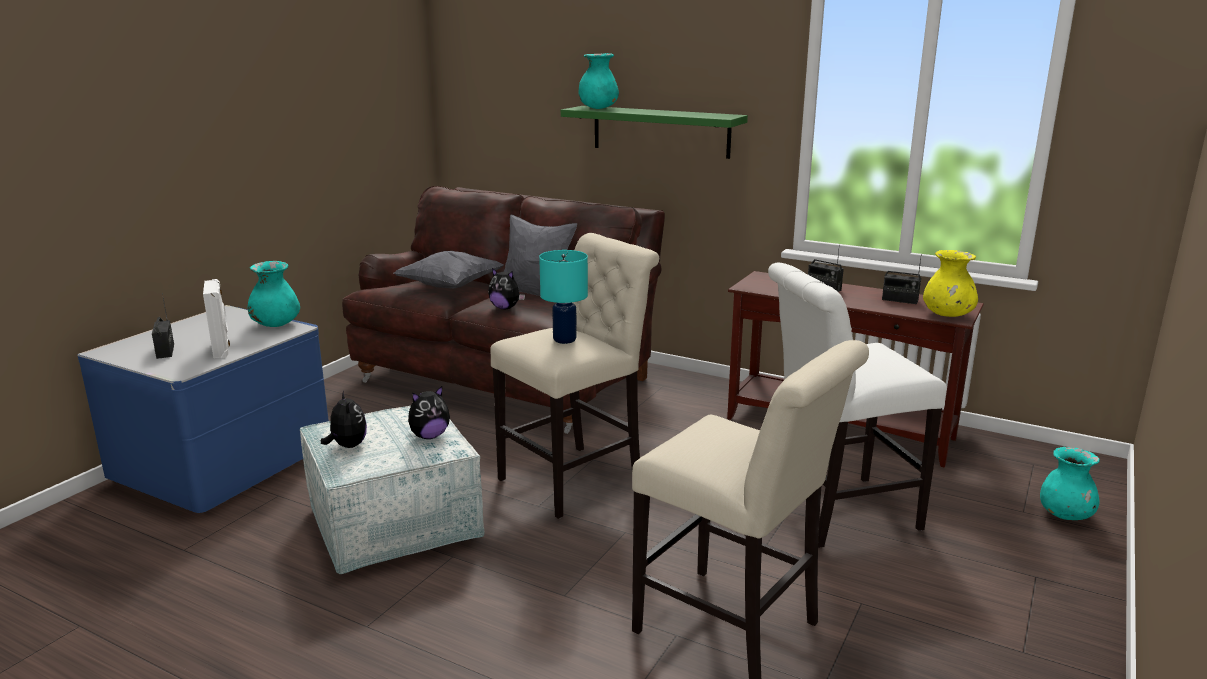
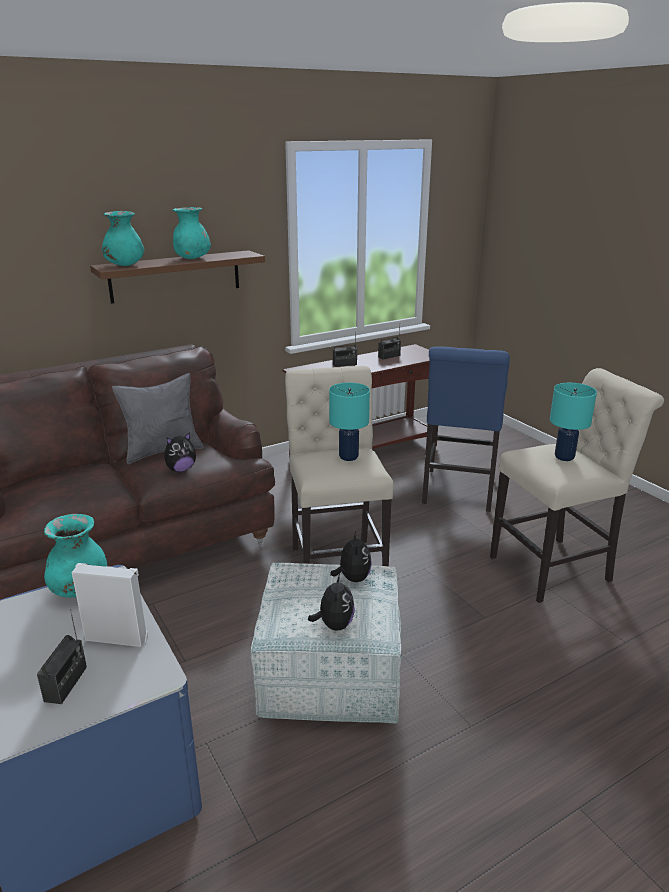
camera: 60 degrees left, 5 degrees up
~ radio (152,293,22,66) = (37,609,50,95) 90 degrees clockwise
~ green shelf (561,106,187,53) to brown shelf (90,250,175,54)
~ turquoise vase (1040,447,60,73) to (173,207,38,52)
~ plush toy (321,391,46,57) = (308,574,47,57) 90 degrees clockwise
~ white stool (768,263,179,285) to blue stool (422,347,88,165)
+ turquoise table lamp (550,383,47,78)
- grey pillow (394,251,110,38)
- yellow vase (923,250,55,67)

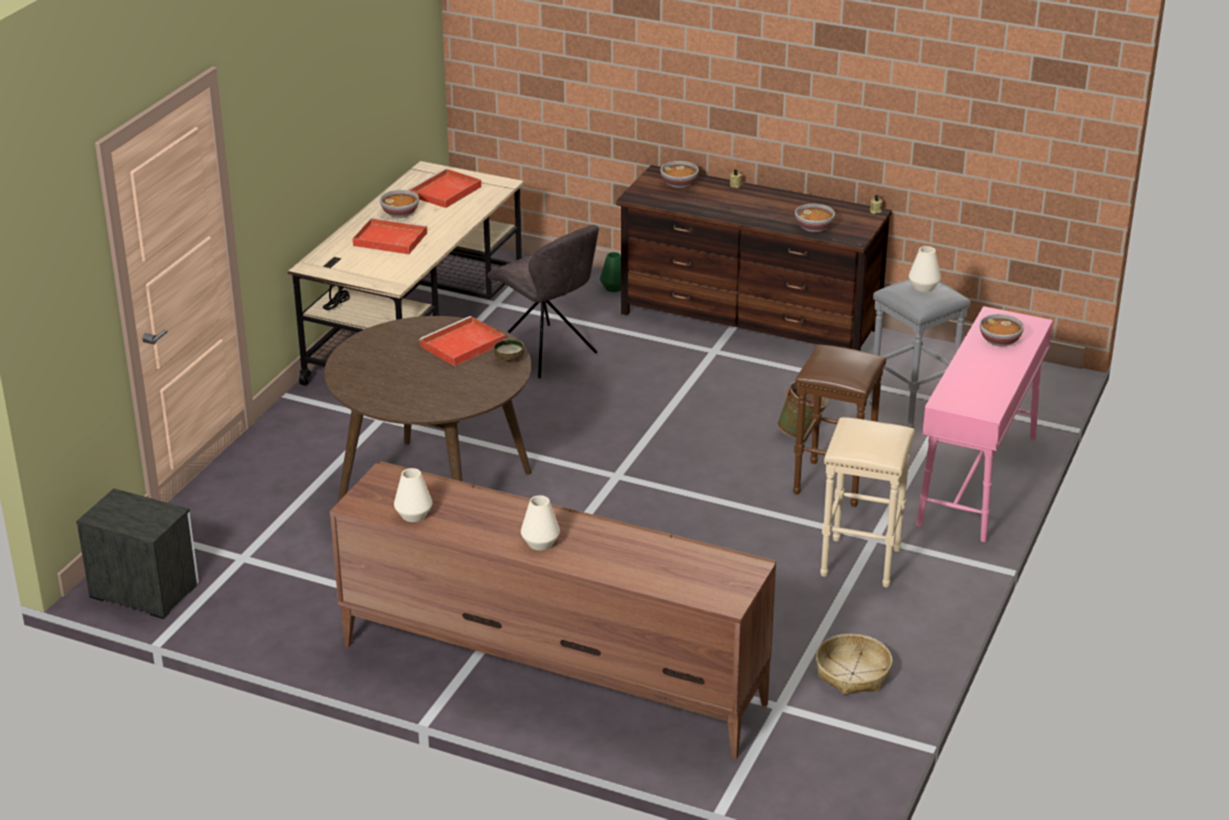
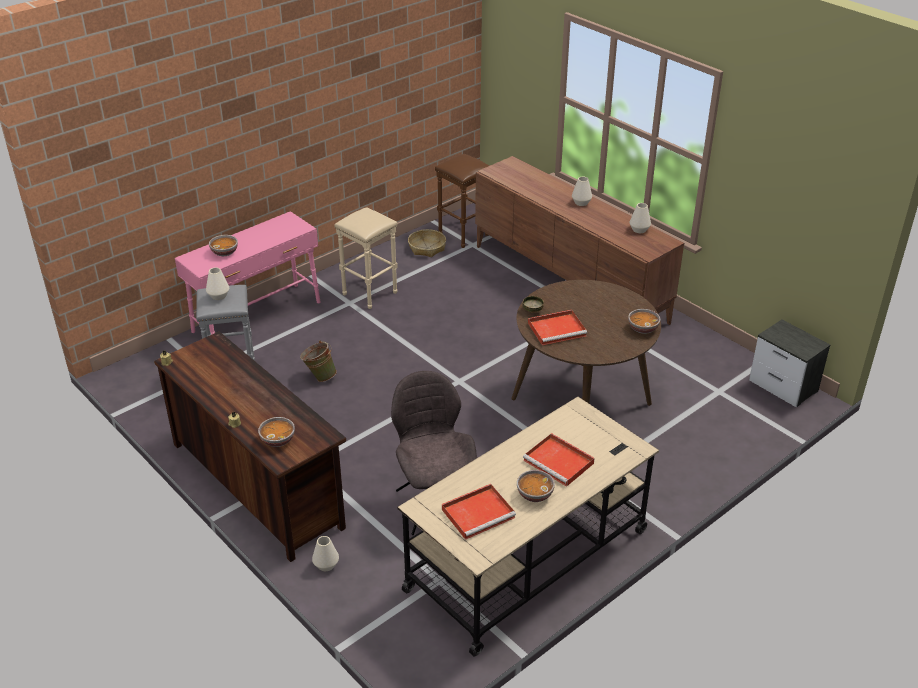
camera: 155 degrees left, 5 degrees up
~ green vase (600,252,21,40) to white vase (312,536,27,35)
~ brown stool (793,344,93,163) to (435,154,54,94)
~ bowl (795,204,40,28) to (628,309,32,25)

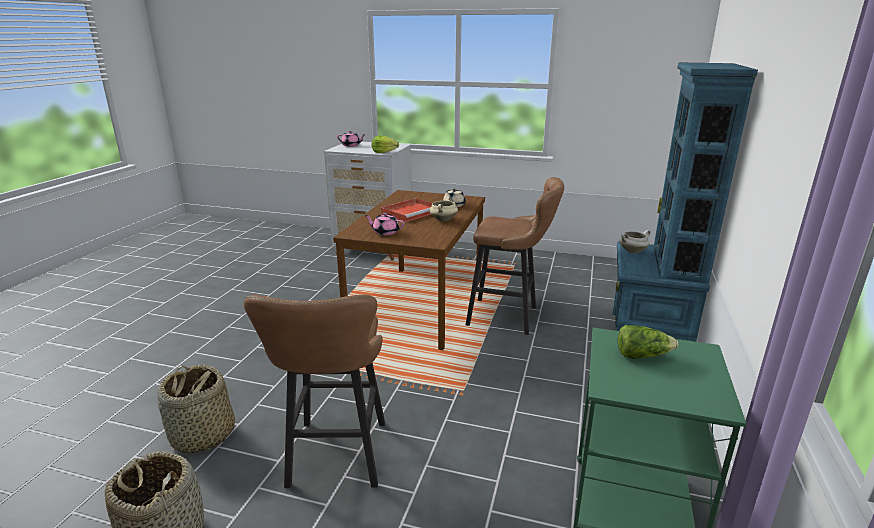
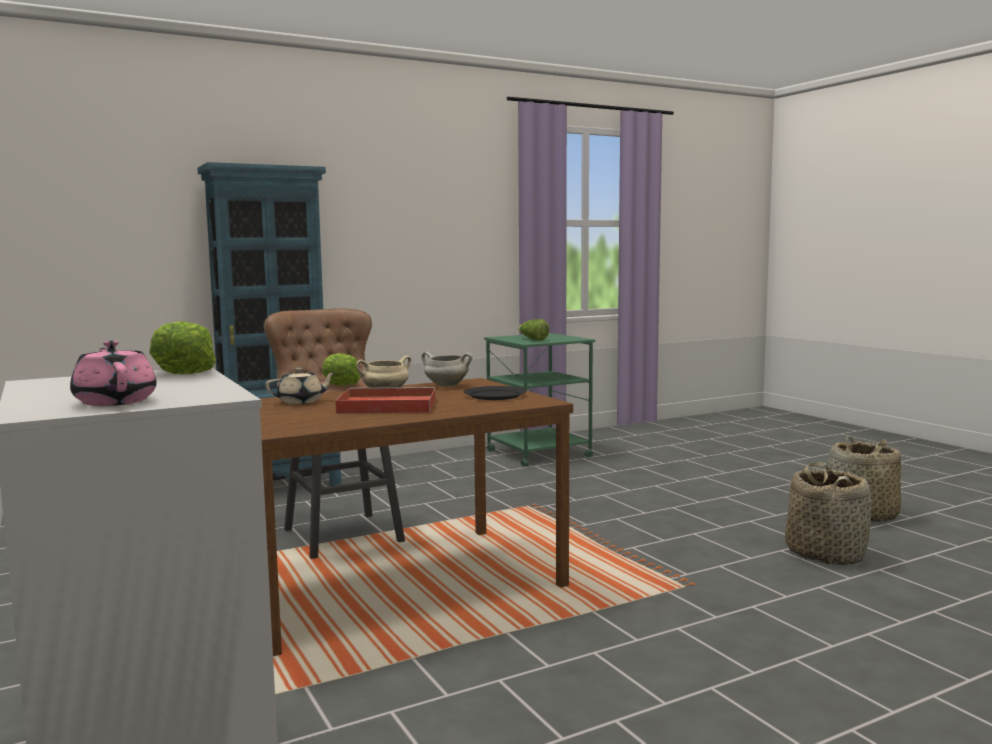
camera: 135 degrees left, 15 degrees down
+ lettuce (322,353,38,33)
~ white cooking pot (619,230,31,23) to (422,352,50,35)
~ pink teapot (365,213,39,22) to black plate (464,386,63,14)
- brown stool (244,294,141,194)

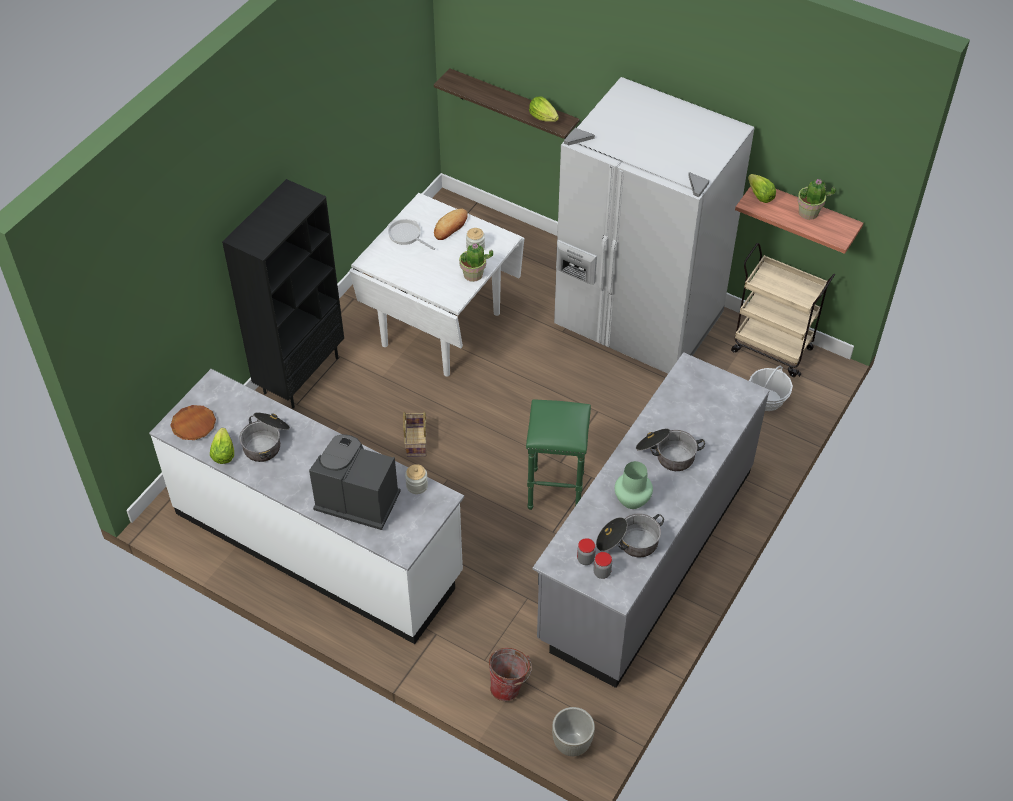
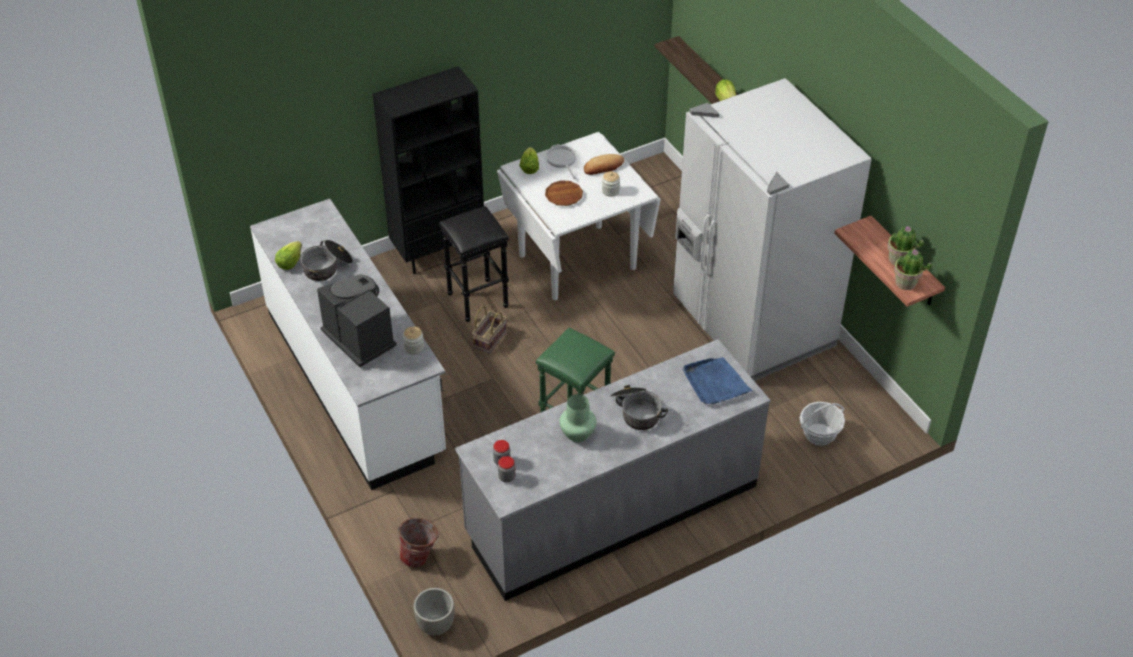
camera: 30 degrees right, 5 degrees down
+ black stool (439,206,70,116)
~ lettuce (748,174,28,29) to (519,147,20,27)
~ brown plate (170,405,46,35) to (545,180,38,26)
+ blue tray (683,357,70,47)
~ potted plant (459,243,34,39) to (894,249,38,41)
- cooking pot (596,513,68,44)
- beige cart (731,243,104,134)

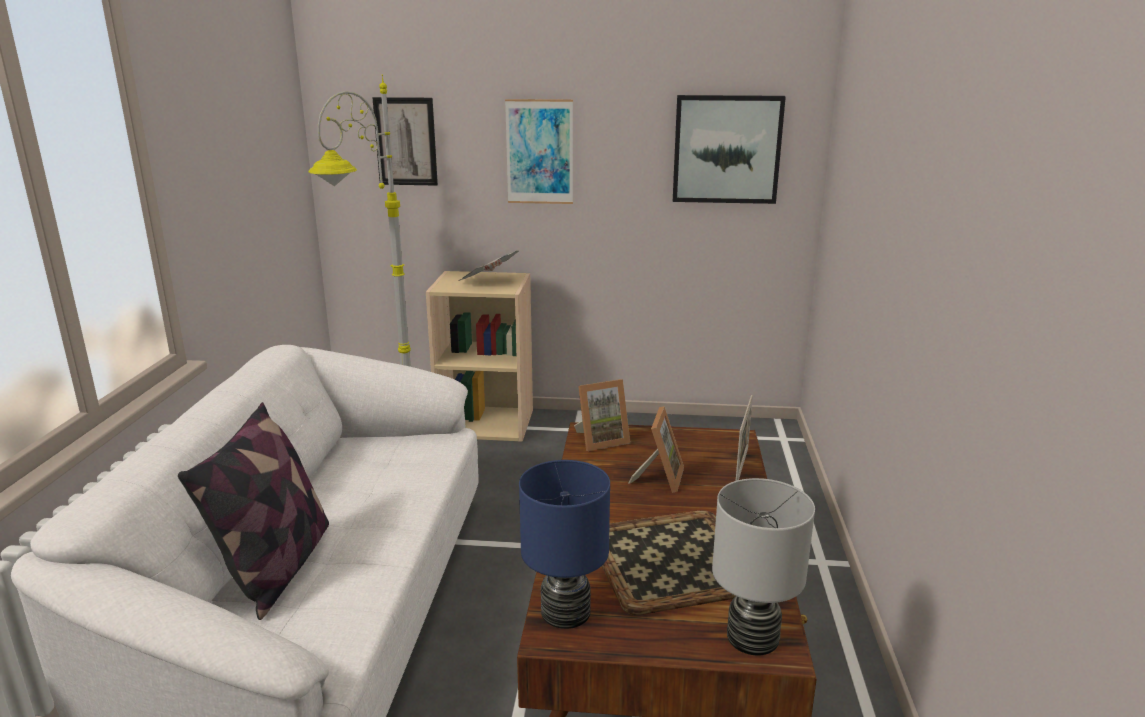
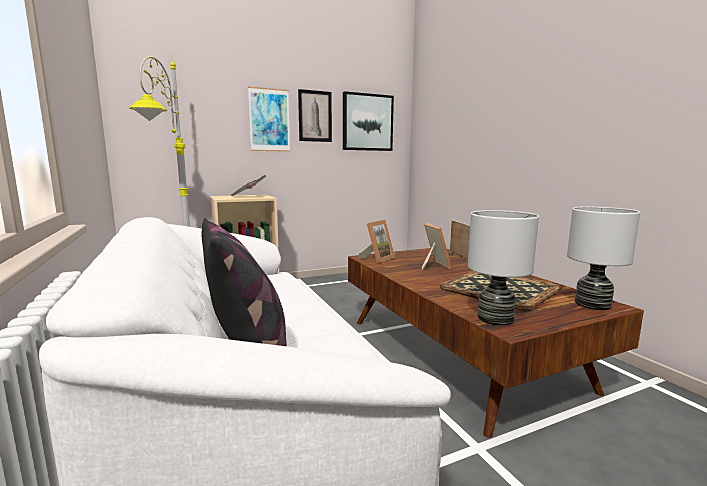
camera: 30 degrees left, 10 degrees down
~ picture (372,97,66,89) to (298,89,34,53)
~ blue table lamp (519,460,91,169) to grey table lamp (468,210,71,115)

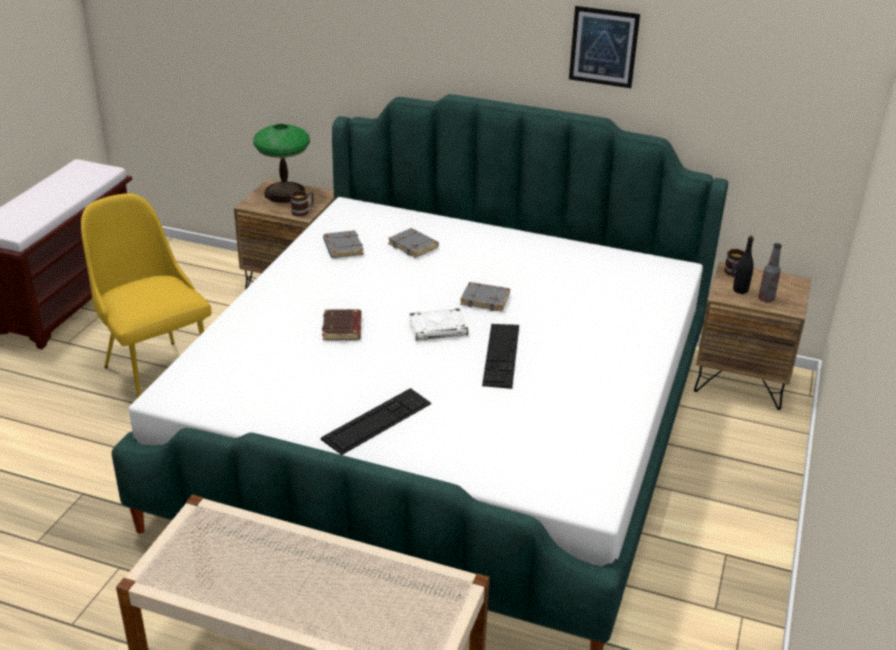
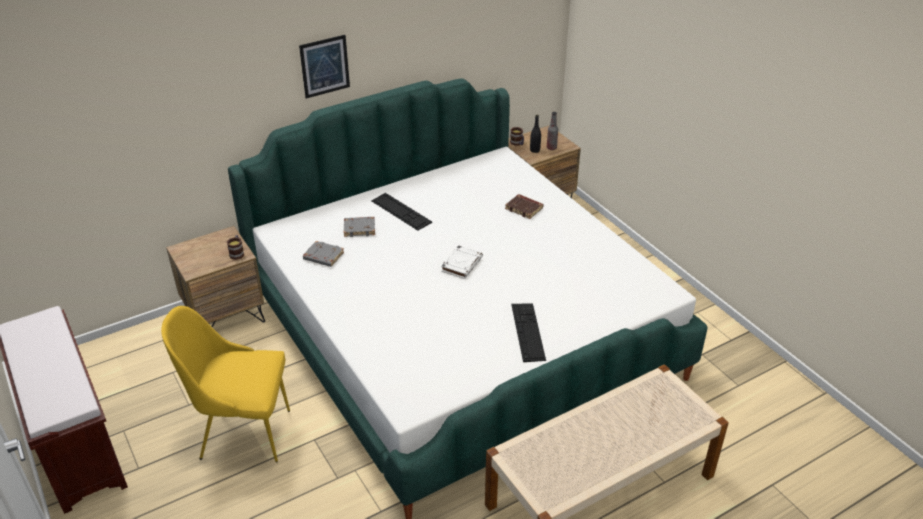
camera: 50 degrees left, 5 degrees up
~ picture (569,6,71,82) to (299,35,51,64)
~ keyboard (482,324,37,65) to (372,193,60,38)
~ brown book (322,309,40,31) to (505,194,39,25)
- table lamp (253,124,57,79)
- grey book (460,282,50,30)

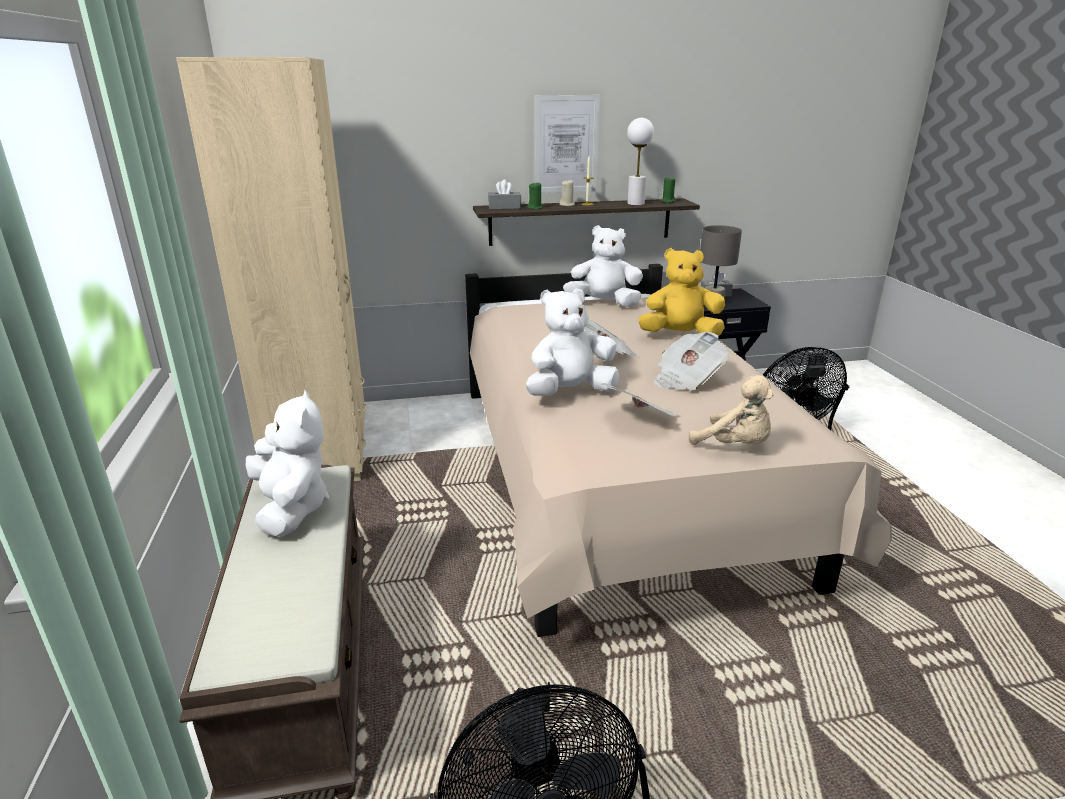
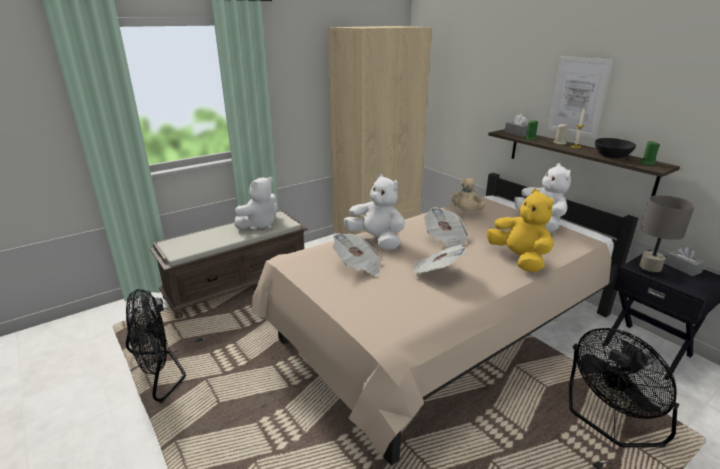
camera: 65 degrees right, 0 degrees up
~ beige plush toy (689,375,84,70) to (451,178,34,33)
~ white table lamp (627,118,27,87) to black bowl (595,138,41,20)

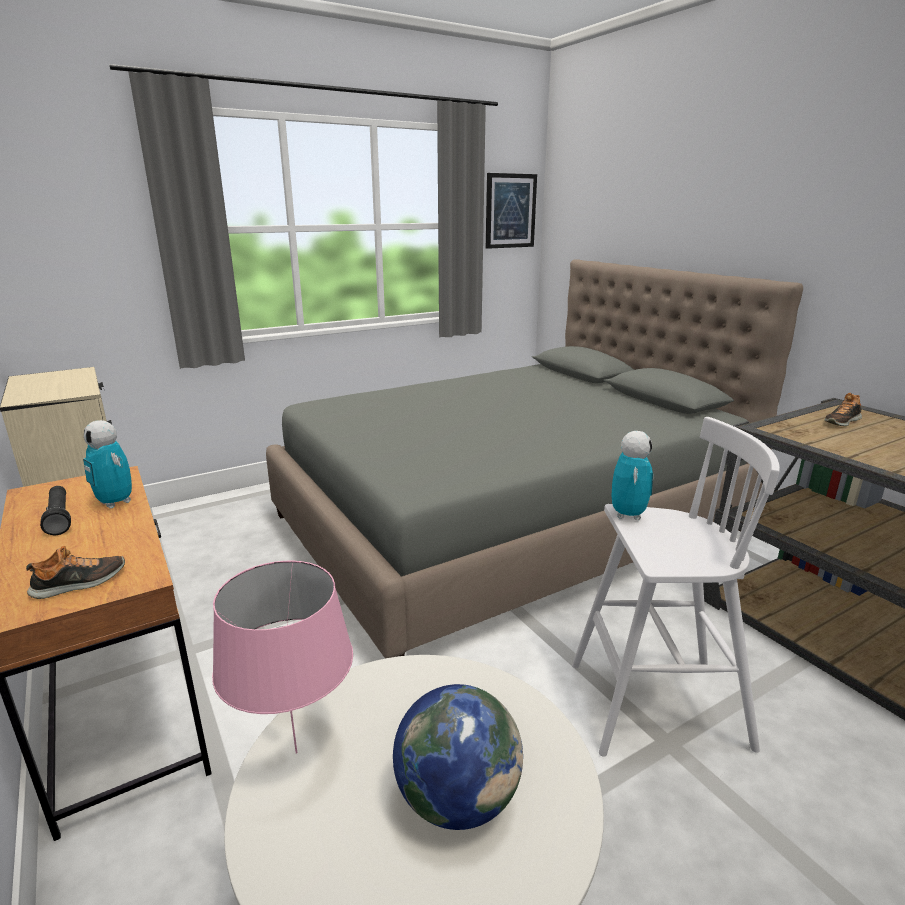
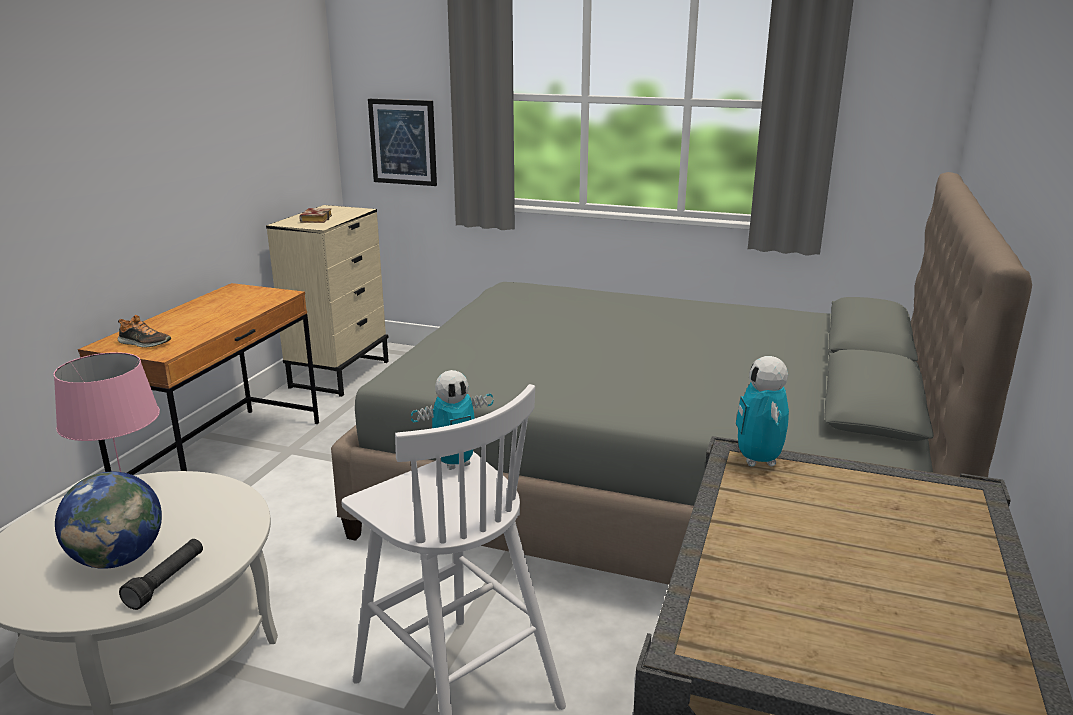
camera: 50 degrees right, 0 degrees up
~ black flashlight (40,486,31,49) to (119,539,84,71)
+ book (299,208,33,15)
~ picture (486,173,51,76) to (368,99,69,87)
~ toy robot (83,420,49,88) to (736,356,53,111)
- shoe (824,393,38,33)

